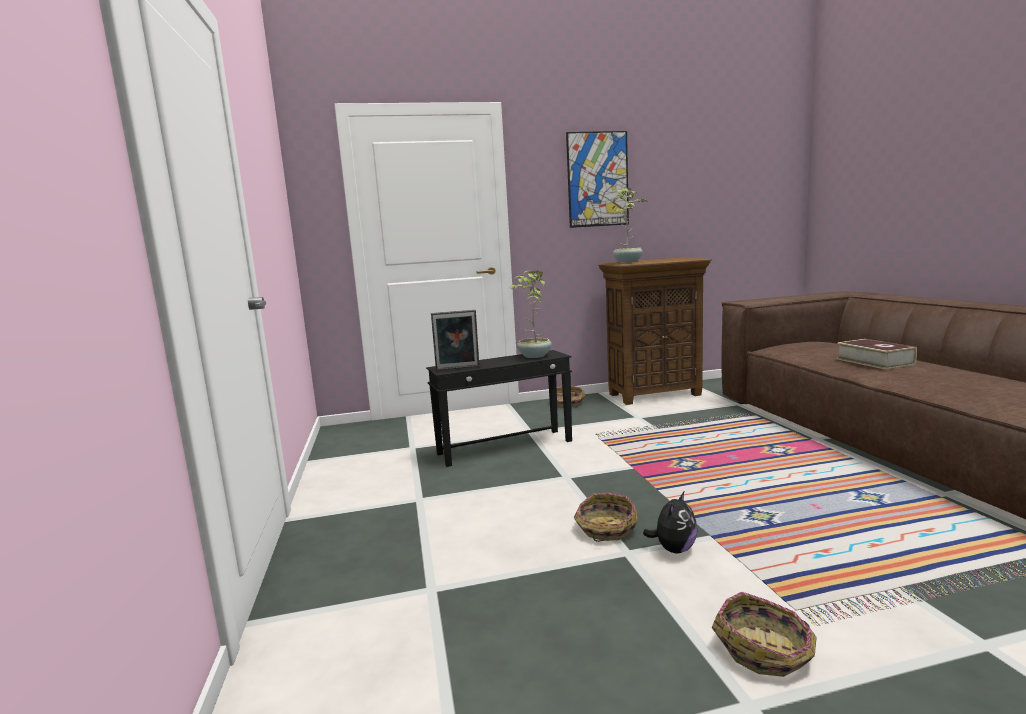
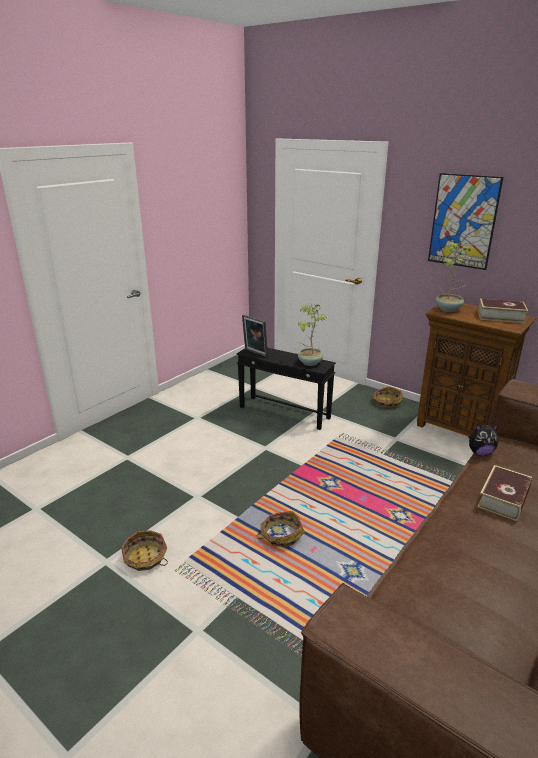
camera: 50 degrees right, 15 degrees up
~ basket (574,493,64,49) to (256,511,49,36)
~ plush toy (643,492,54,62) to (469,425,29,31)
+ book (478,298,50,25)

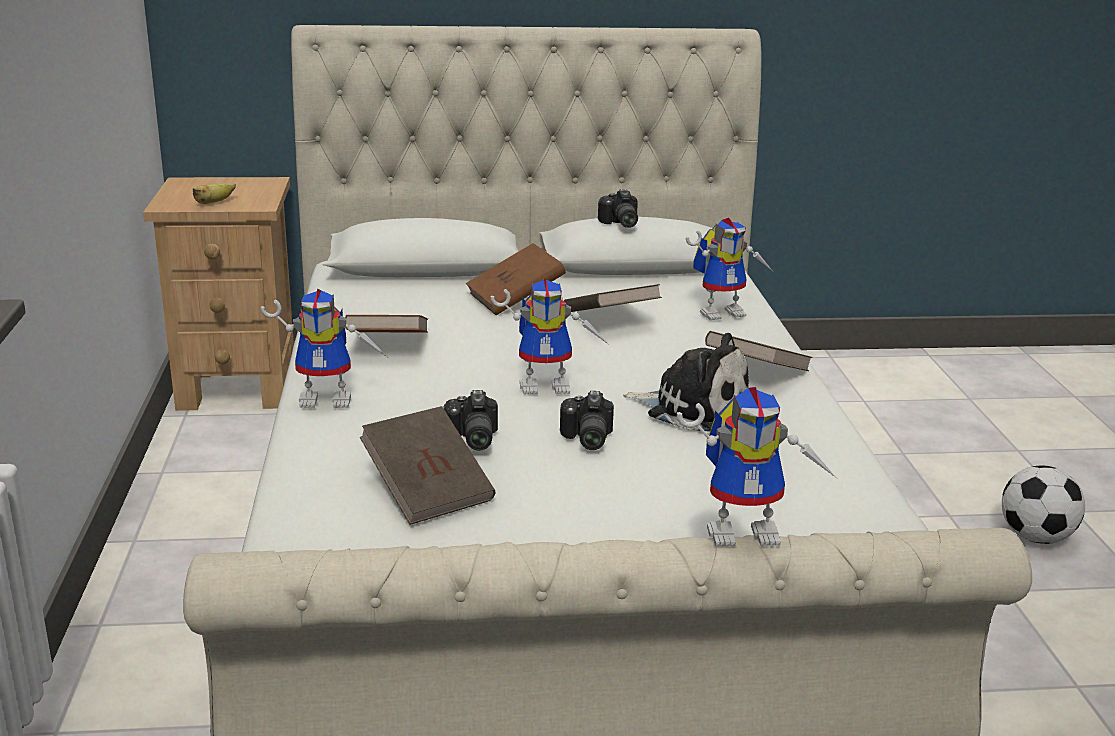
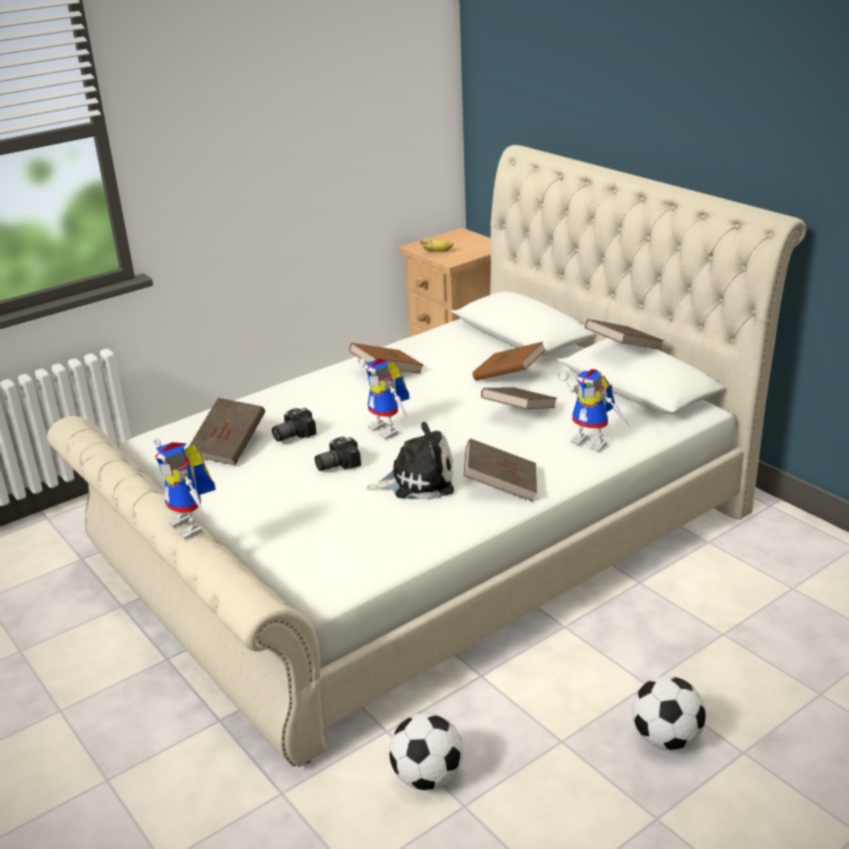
camera: 60 degrees right, 5 degrees up
~ plush toy (623,333,126,99) = (367,422,87,78) 90 degrees counterclockwise
+ football (389,713,74,77)
~ photo camera (598,189,40,39) to brown book (585,319,79,31)
- toy robot (261,289,126,119)

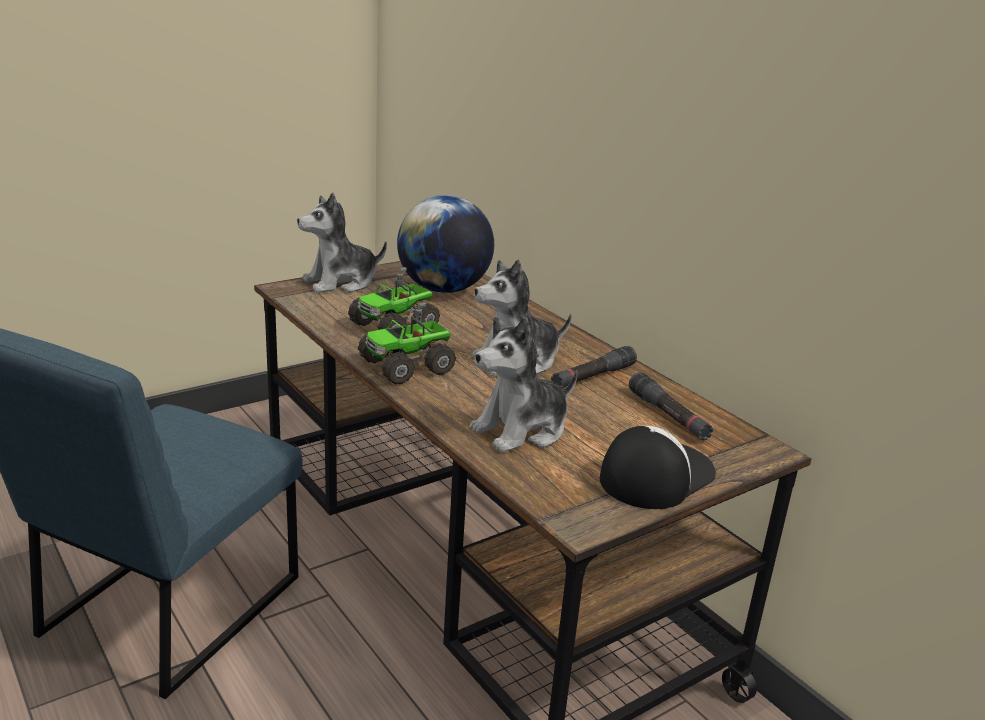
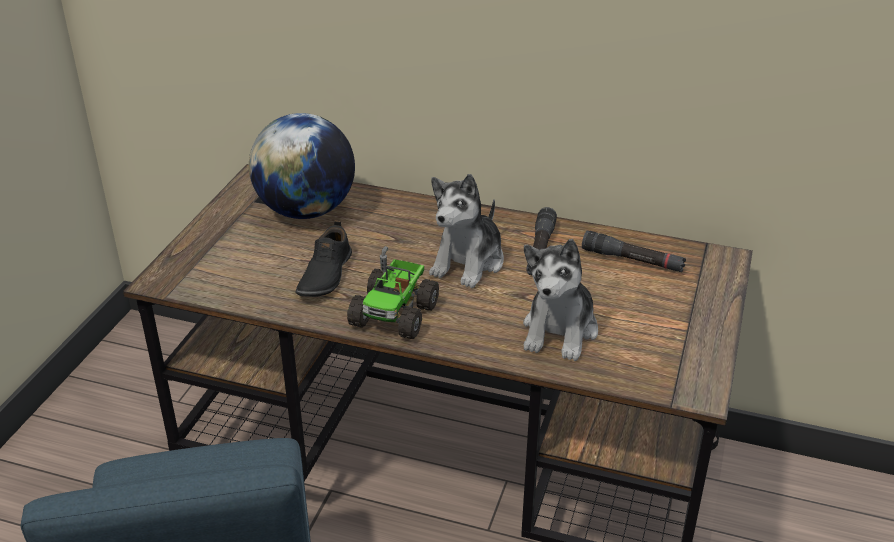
camera: 35 degrees left, 10 degrees up
~ toy truck (348,267,92,63) to black shoe (295,220,57,77)
- plush toy (297,192,90,101)
- cap (600,426,116,83)

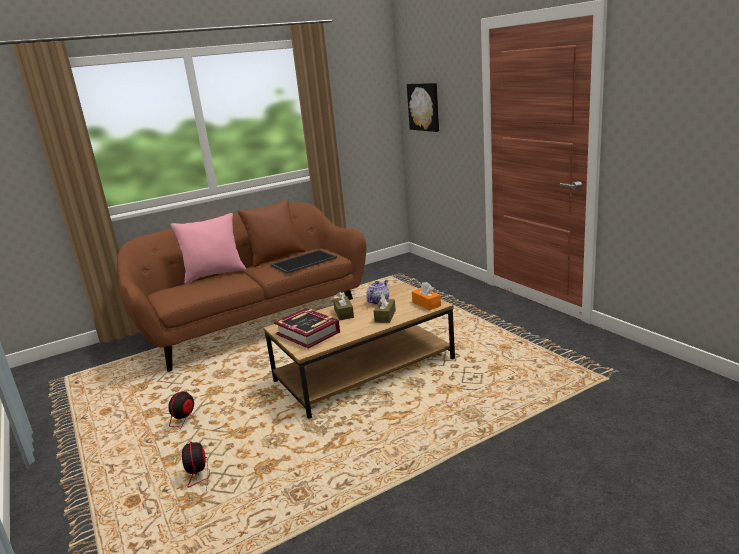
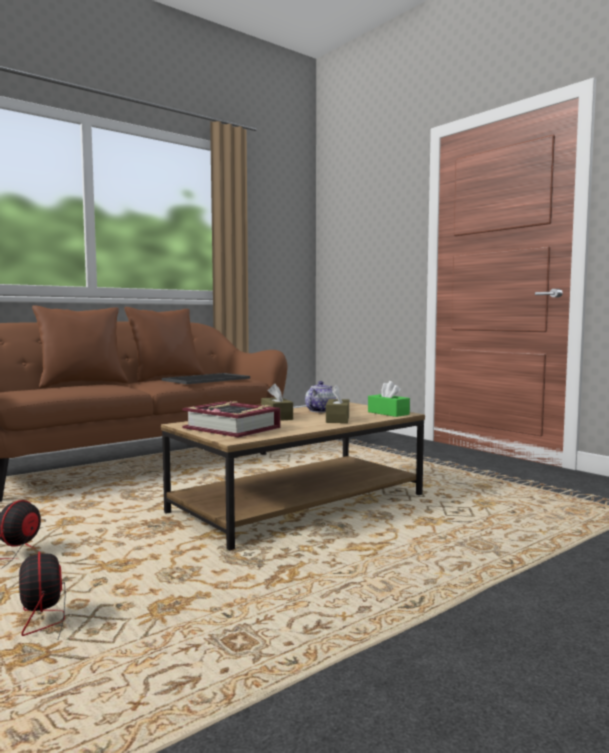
camera: 10 degrees left, 15 degrees down
~ pink pillow (171,213,75,71) to brown pillow (32,306,96,82)
~ orange tissue box (412,282,29,28) to green tissue box (368,381,42,36)
- picture (407,83,32,49)

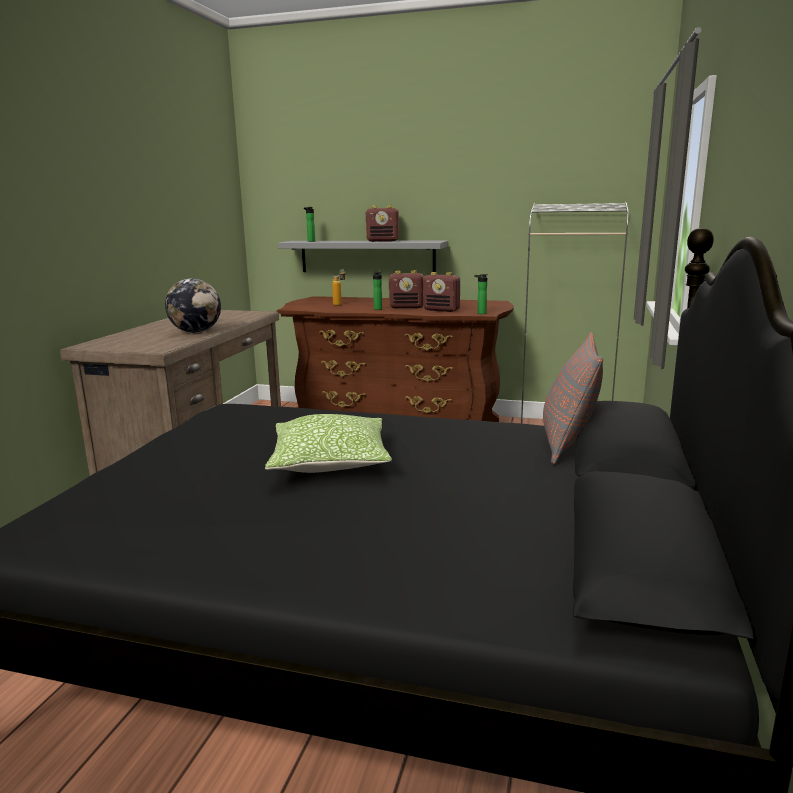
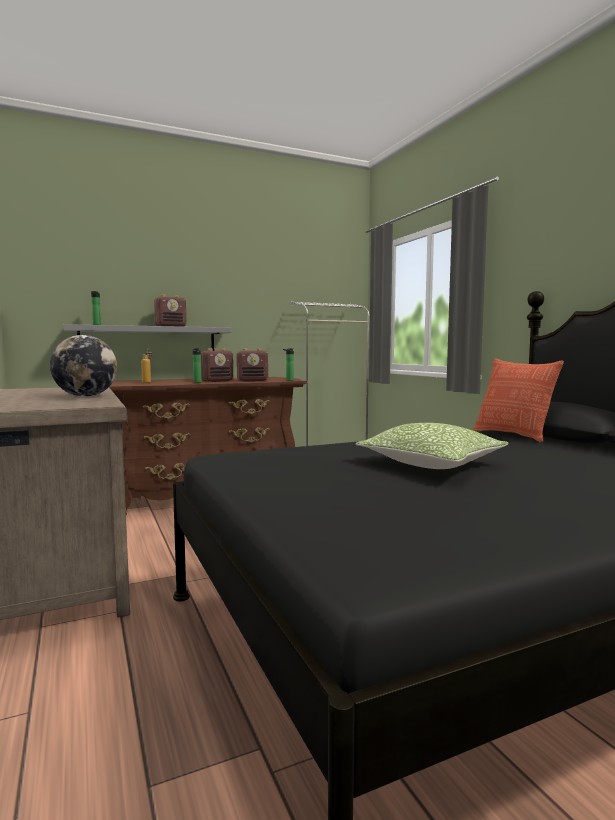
camera: 40 degrees left, 10 degrees down
~ grey pillow (543,332,60,132) to orange pillow (473,358,91,84)

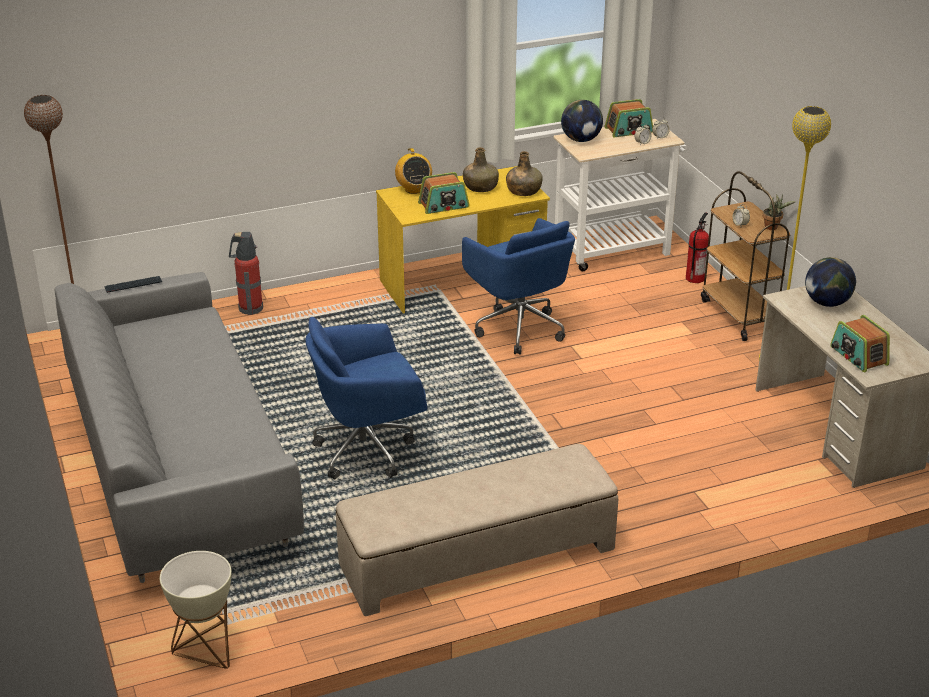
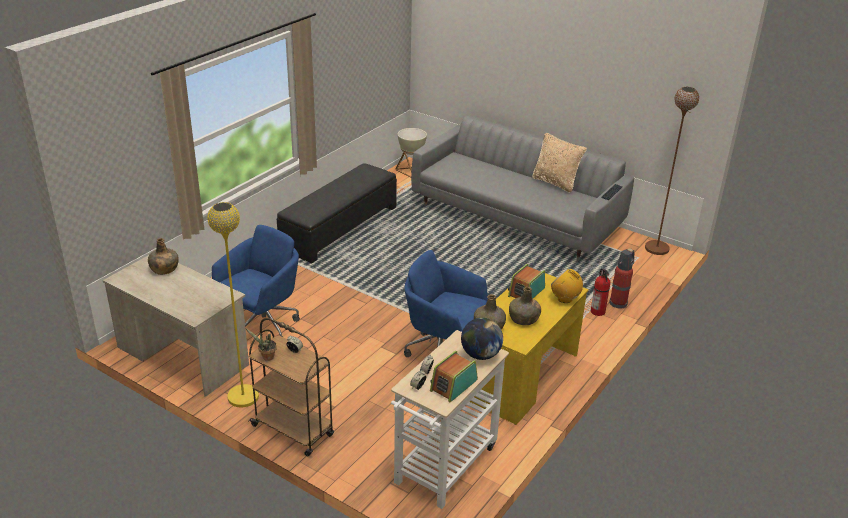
camera: 145 degrees right, 0 degrees up
~ radio (830,315,60,58) to green bottle (148,238,31,37)
~ blue office chair (305,317,122,162) to (212,225,88,112)
~ beige bench (336,444,282,172) to black bench (277,163,120,100)
+ beige pillow (532,132,55,60)
~ fire extinguisher (686,212,23,71) to (591,269,19,47)
- globe (805,257,51,50)

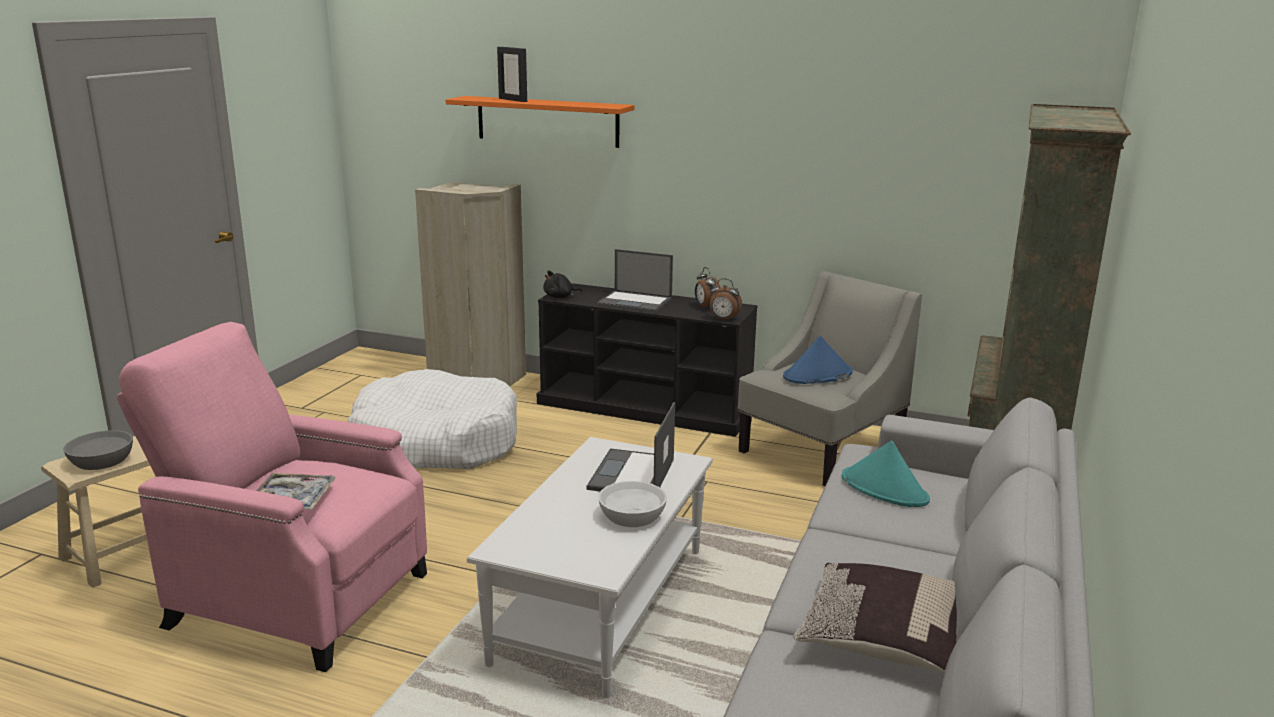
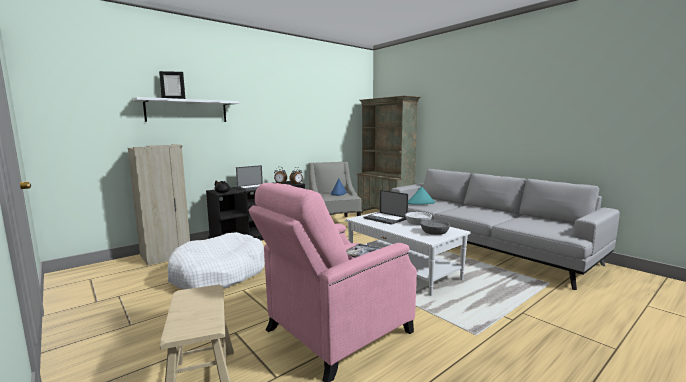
camera: 60 degrees left, 10 degrees down
~ orange shelf (446,96,188,52) to white shelf (133,97,106,25)
~ grey bowl (63,430,70,40) to (420,220,30,15)
- pillow (793,562,164,111)

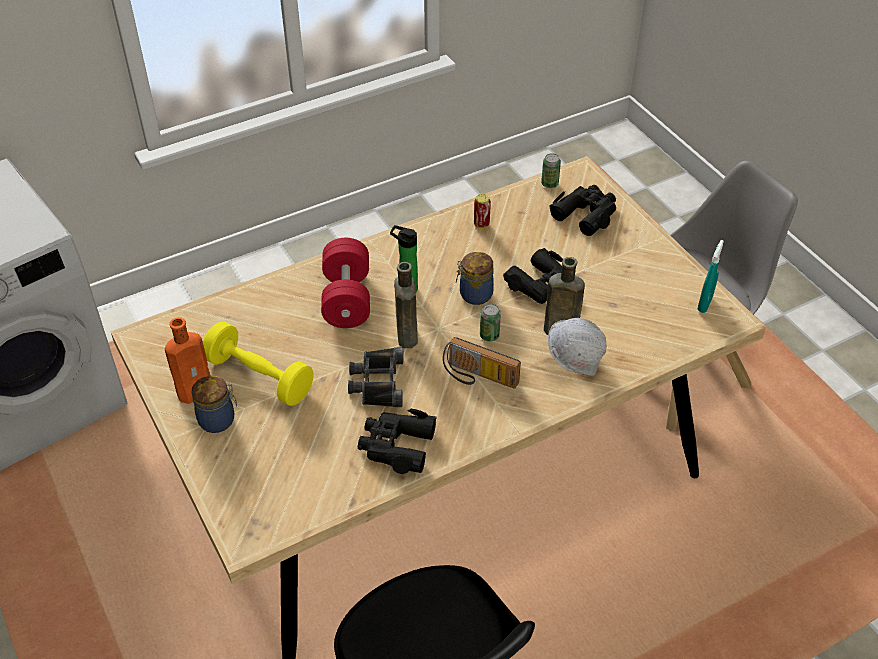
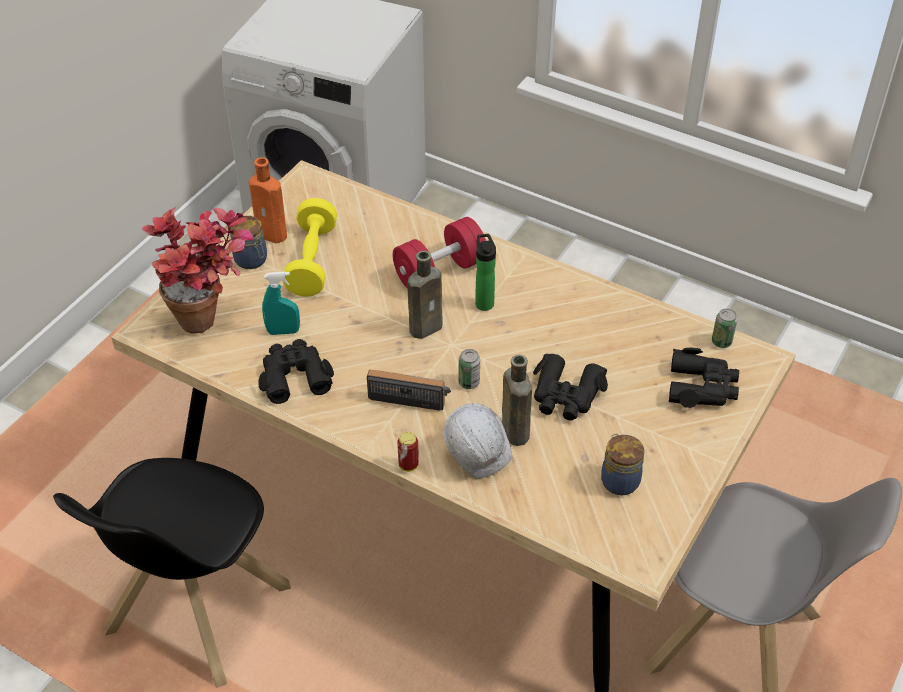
camera: 60 degrees right, 0 degrees up
+ potted plant (142,207,111,127)
~ turquoise spray bottle (698,240,26,73) to (262,272,38,63)
~ radio (443,337,78,51) = (367,370,84,41) 105 degrees clockwise
~ can (474,194,17,35) to (397,432,22,40)
~ jar (456,252,38,53) to (601,434,43,61)
- black binoculars (348,347,55,60)

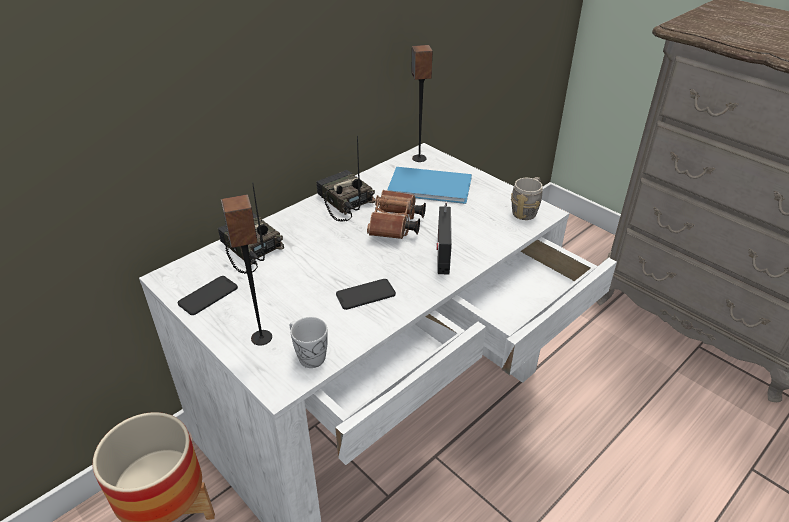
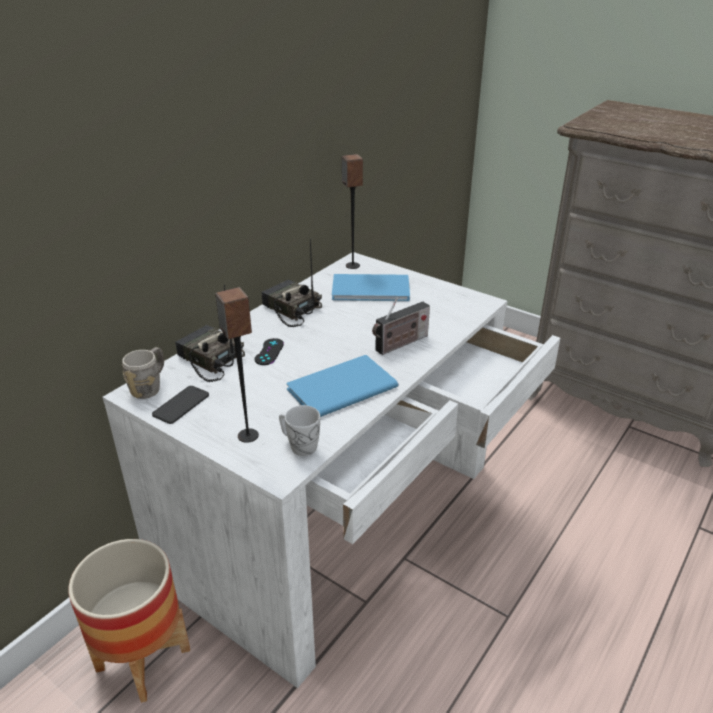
camera: 10 degrees left, 5 degrees down
~ grey mug (511,177,32,43) to (122,347,42,52)
+ black game controller (254,338,30,27)
~ phone (336,279,60,31) to blue book (287,355,112,62)
~ radio (436,201,16,74) = (372,297,58,58) 120 degrees counterclockwise
- brown binoculars (367,190,59,49)

